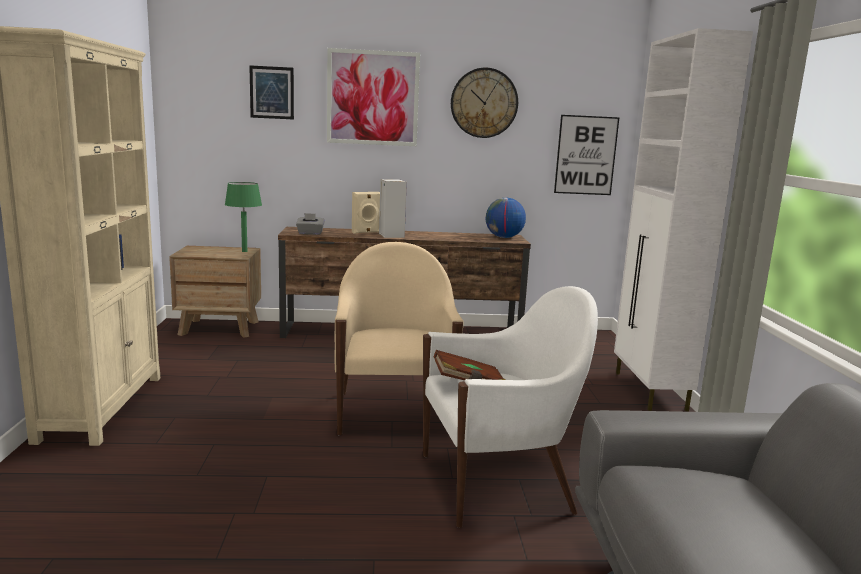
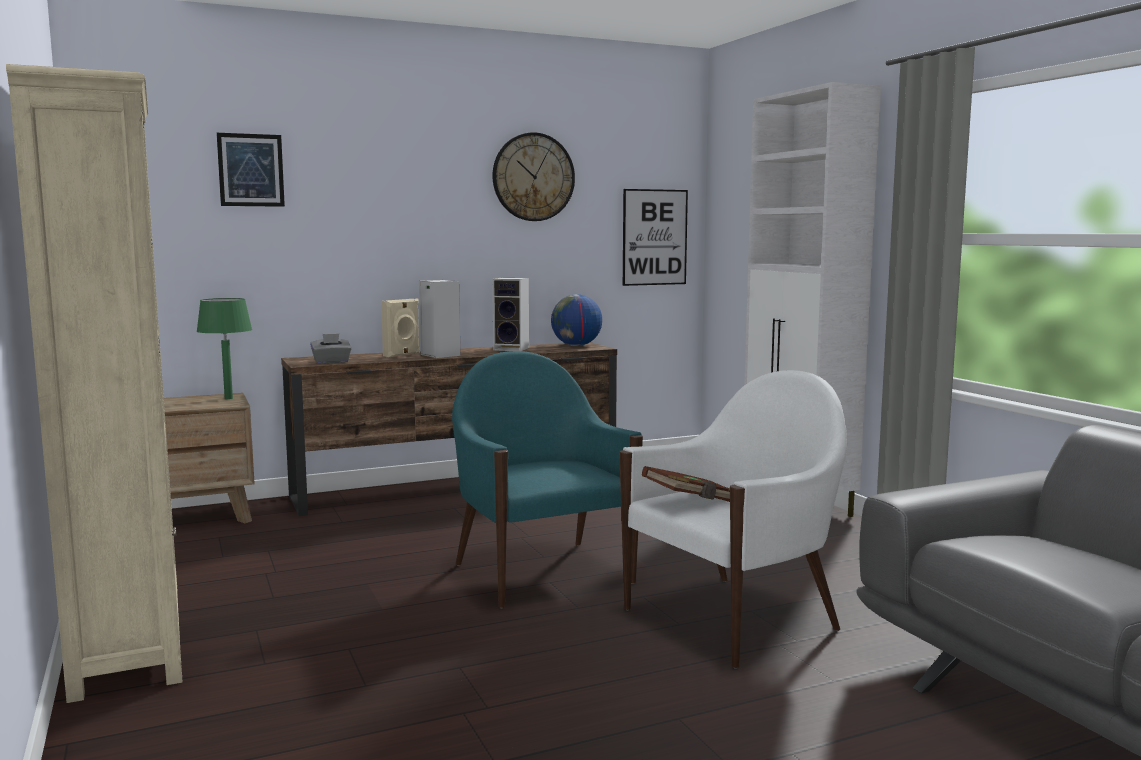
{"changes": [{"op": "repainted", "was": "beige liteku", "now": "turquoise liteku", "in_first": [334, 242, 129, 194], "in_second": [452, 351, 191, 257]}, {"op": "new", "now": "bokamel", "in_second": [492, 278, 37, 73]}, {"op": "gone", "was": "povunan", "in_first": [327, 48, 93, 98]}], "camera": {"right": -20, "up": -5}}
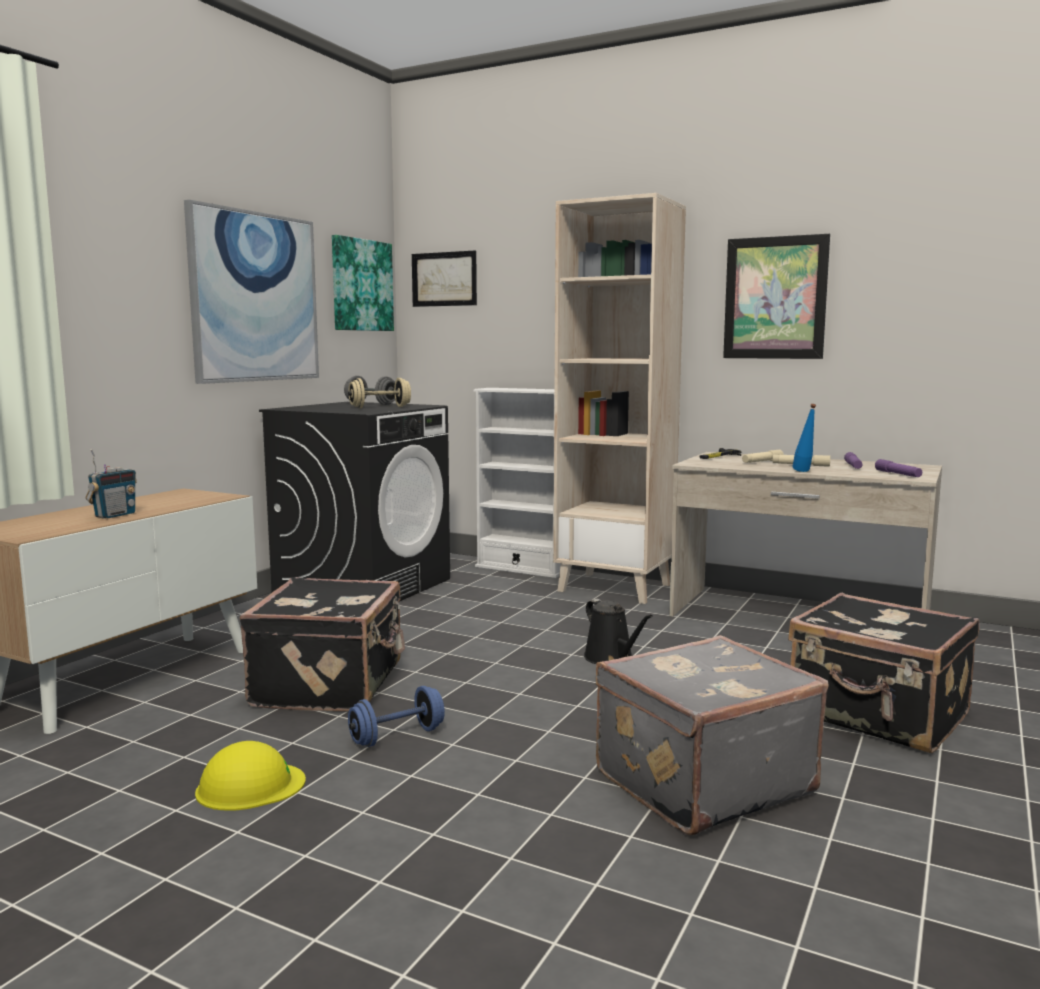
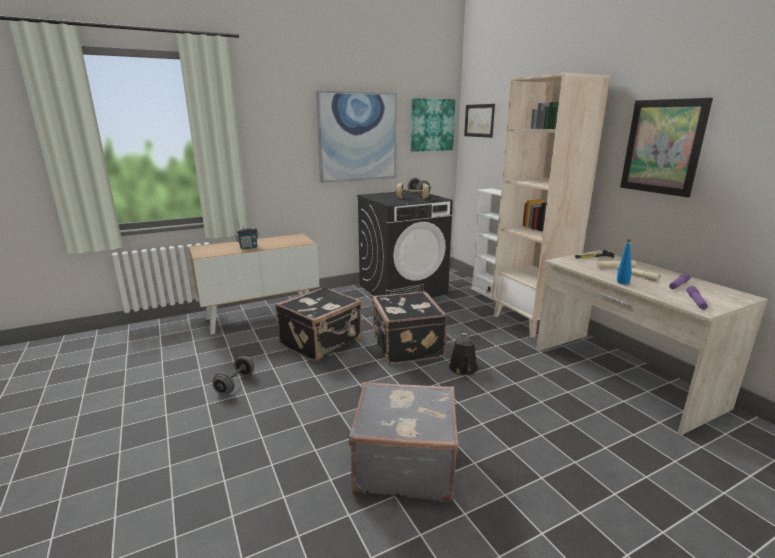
{"changes": [{"op": "swapped", "was": "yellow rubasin", "now": "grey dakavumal", "in_first": [195, 741, 111, 70], "in_second": [212, 356, 42, 39]}, {"op": "shifted", "was": "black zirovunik", "in_first": [788, 593, 191, 160], "in_second": [371, 291, 76, 73]}, {"op": "gone", "was": "blue dakavumal", "in_first": [348, 686, 97, 61]}], "camera": {"right": 35, "up": 10}}
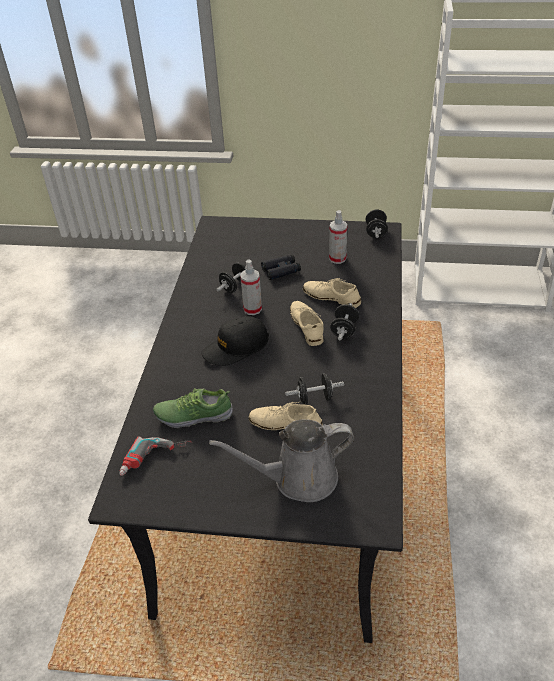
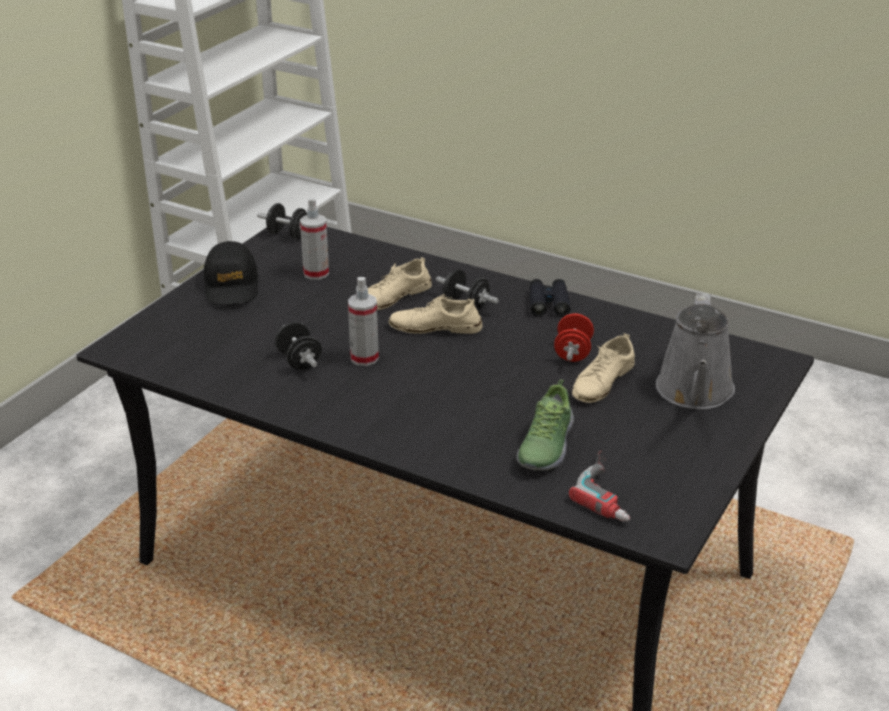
{"changes": [{"op": "shifted", "was": "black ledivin", "in_first": [201, 316, 68, 50], "in_second": [204, 241, 54, 64]}, {"op": "shifted", "was": "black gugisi", "in_first": [261, 254, 40, 26], "in_second": [529, 279, 41, 38]}, {"op": "repainted", "was": "black dakavumal", "now": "red dakavumal", "in_first": [285, 374, 59, 31], "in_second": [554, 314, 40, 48]}], "camera": {"right": -70, "up": -10}}
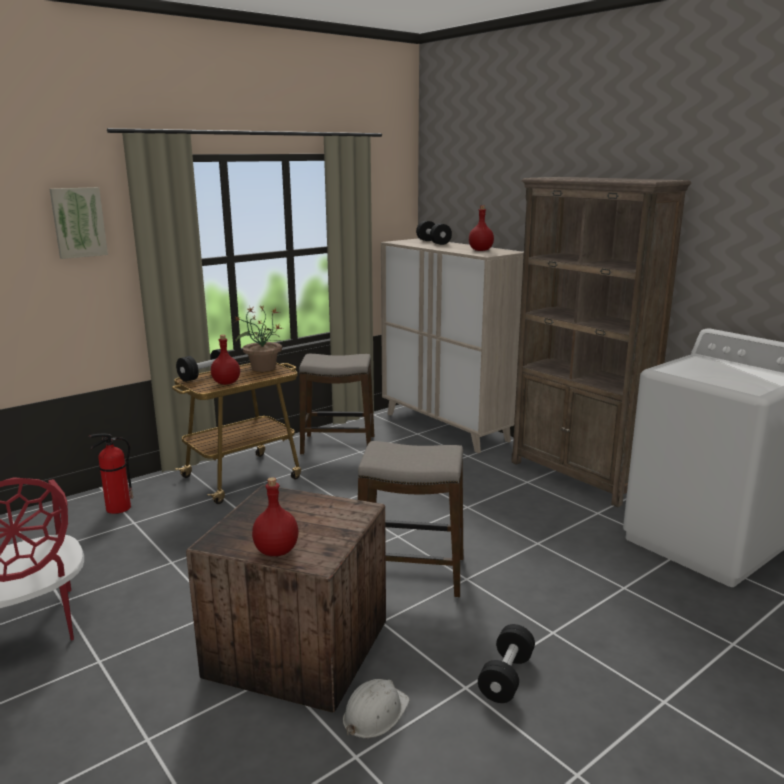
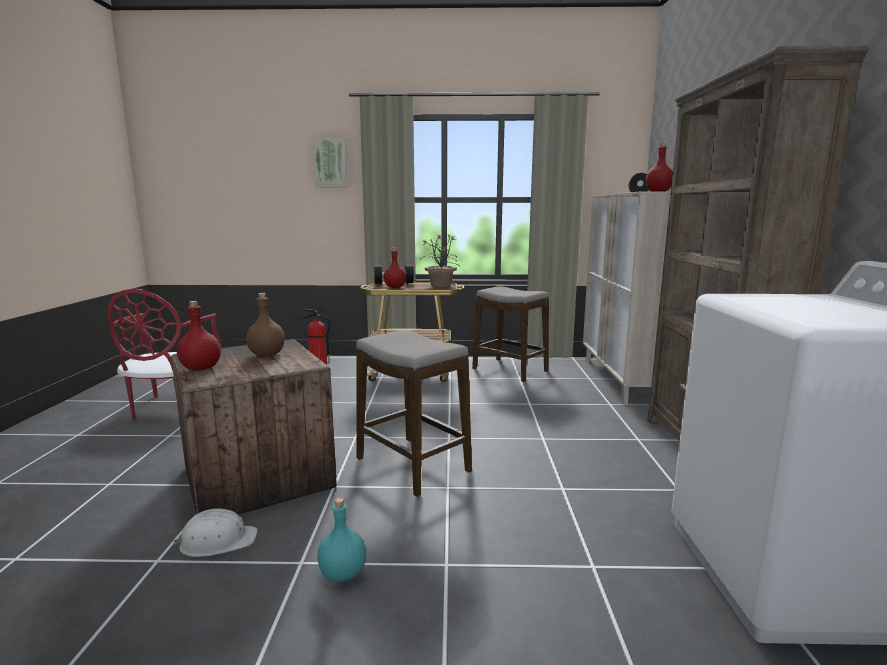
{"changes": [{"op": "new", "now": "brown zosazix", "in_second": [246, 293, 39, 63]}, {"op": "swapped", "was": "black dakavumal", "now": "turquoise zosazix", "in_first": [478, 624, 57, 79], "in_second": [317, 498, 49, 84]}], "camera": {"right": 40, "up": -5}}
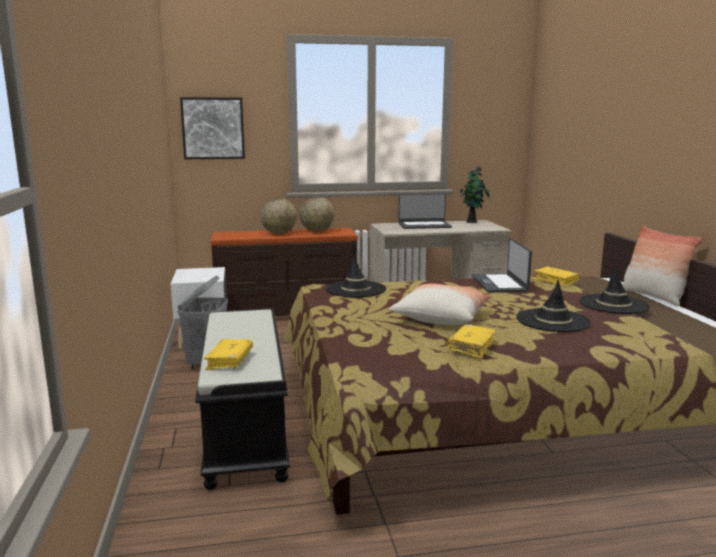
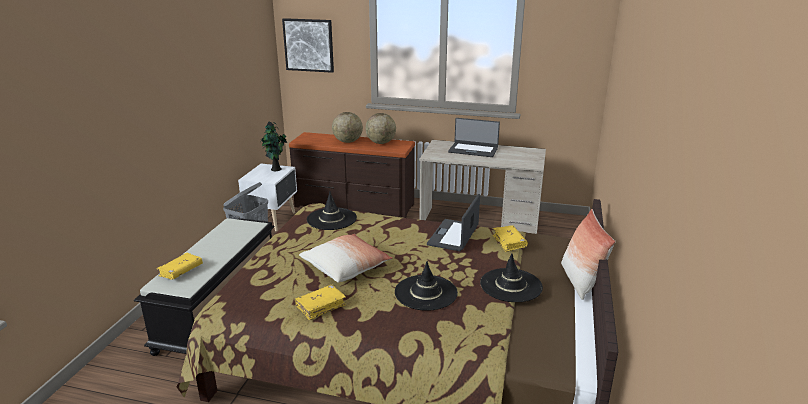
{"changes": [{"op": "shifted", "was": "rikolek", "in_first": [460, 167, 30, 56], "in_second": [261, 121, 26, 50]}], "camera": {"right": 25, "up": 10}}
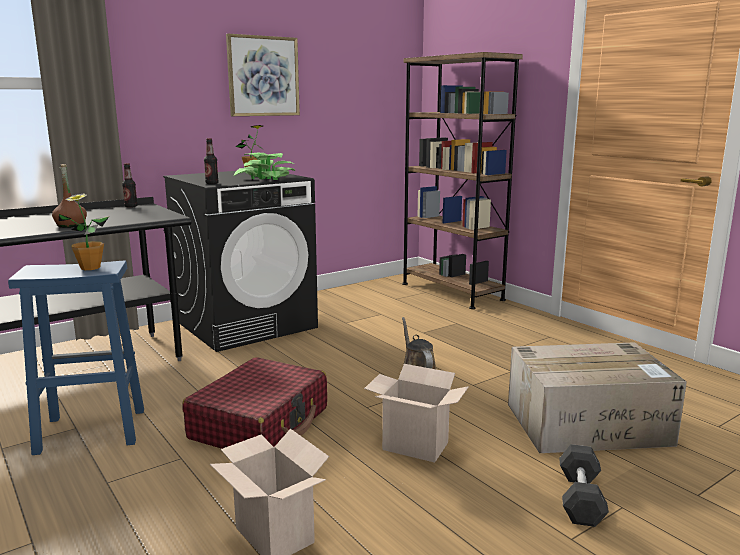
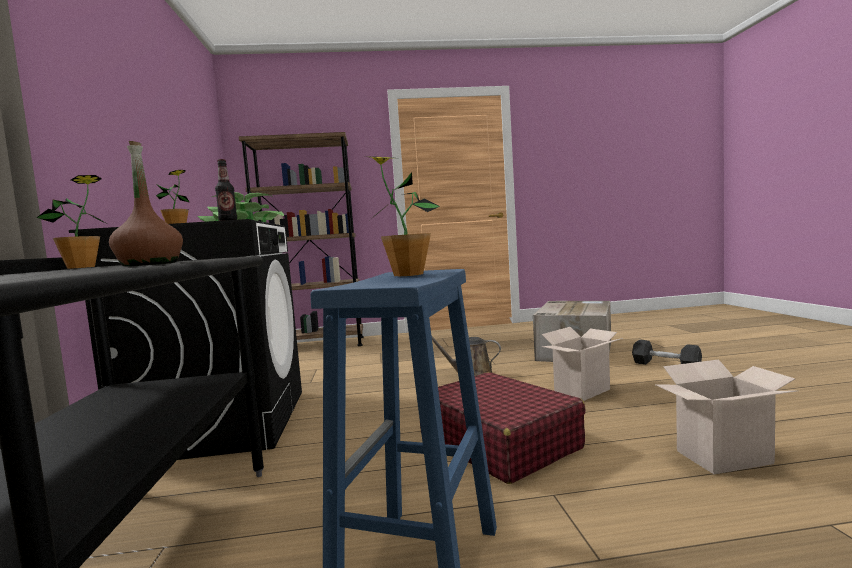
{"changes": [{"op": "swapped", "was": "zosazix", "now": "rikolek", "in_first": [122, 163, 16, 45], "in_second": [36, 175, 69, 94]}, {"op": "gone", "was": "povunan", "in_first": [226, 34, 74, 82]}], "camera": {"right": -60, "up": -10}}
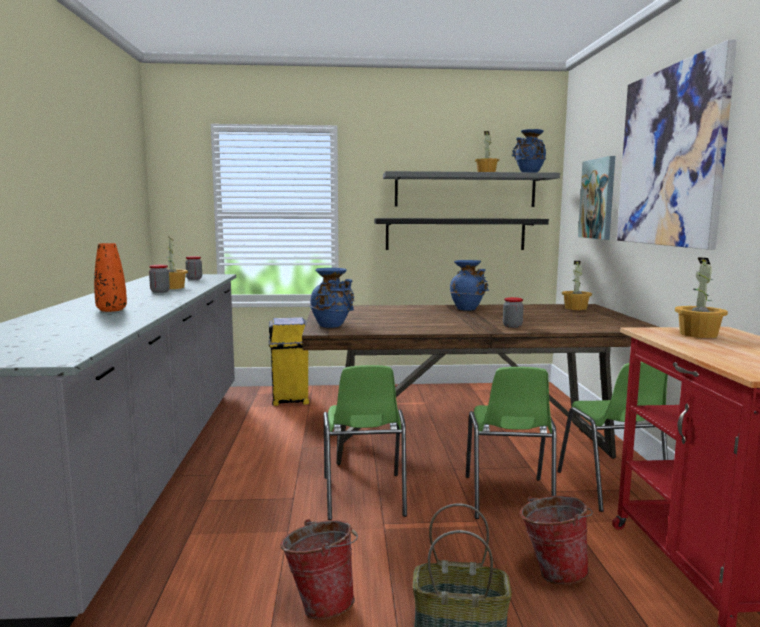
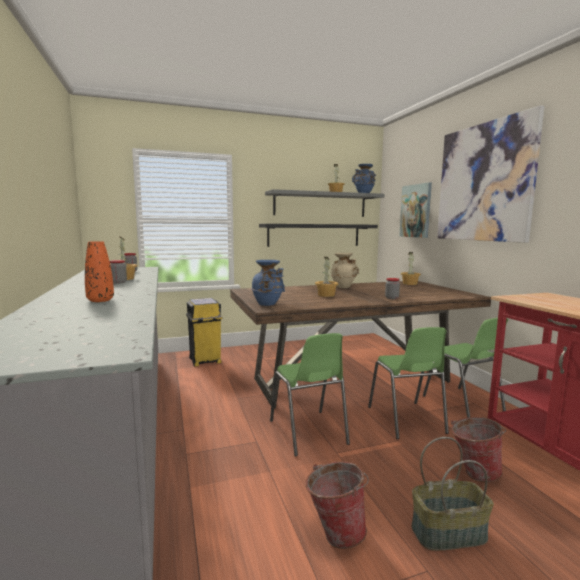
{"changes": [{"op": "shifted", "was": "rikolek", "in_first": [675, 257, 53, 81], "in_second": [315, 257, 23, 40]}, {"op": "repainted", "was": "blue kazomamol", "now": "beige kazomamol", "in_first": [449, 260, 40, 51], "in_second": [331, 253, 29, 35]}], "camera": {"right": -15, "up": 0}}
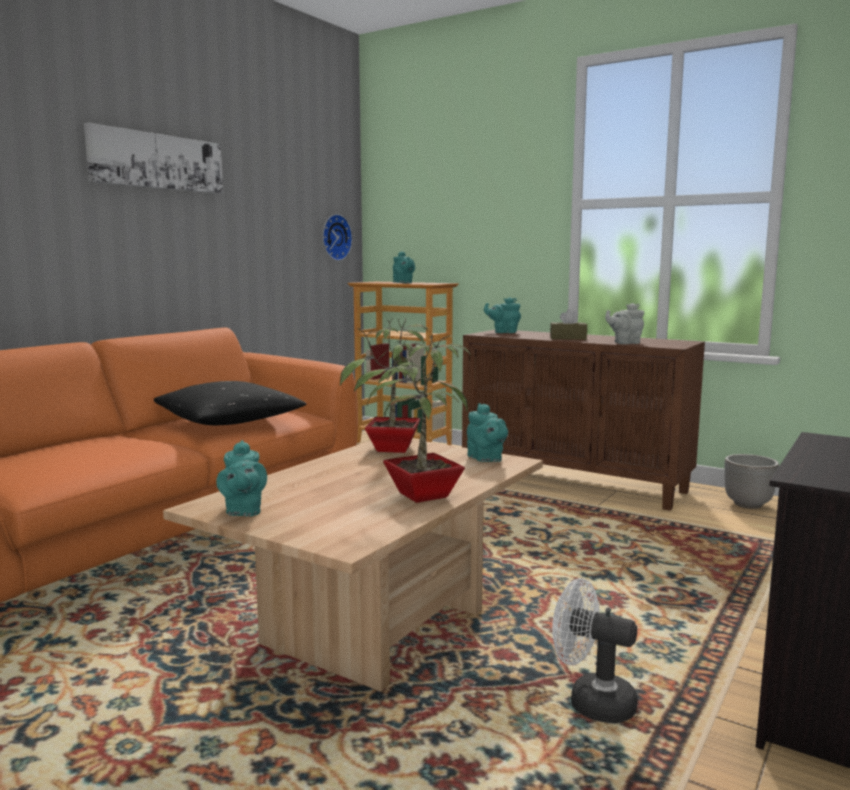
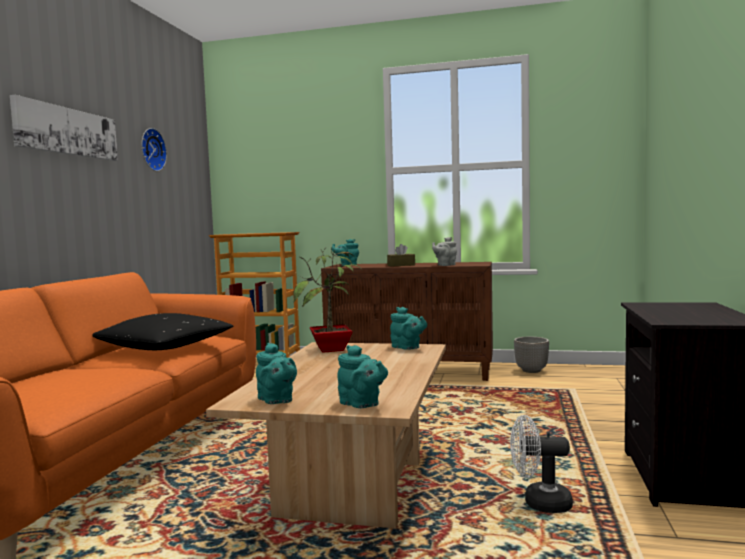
{"changes": [{"op": "shifted", "was": "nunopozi", "in_first": [323, 214, 30, 47], "in_second": [141, 128, 26, 43]}, {"op": "shifted", "was": "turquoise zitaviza", "in_first": [393, 251, 22, 32], "in_second": [337, 345, 51, 63]}, {"op": "gone", "was": "rikolek", "in_first": [367, 334, 104, 169]}], "camera": {"right": -20, "up": -5}}
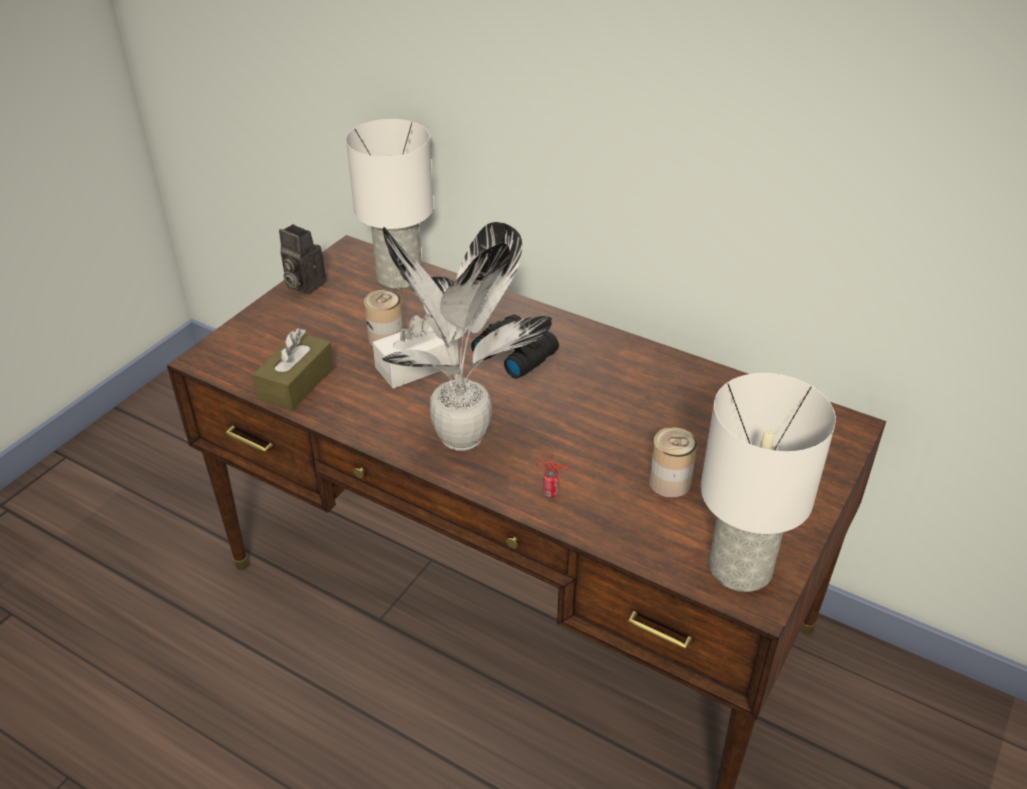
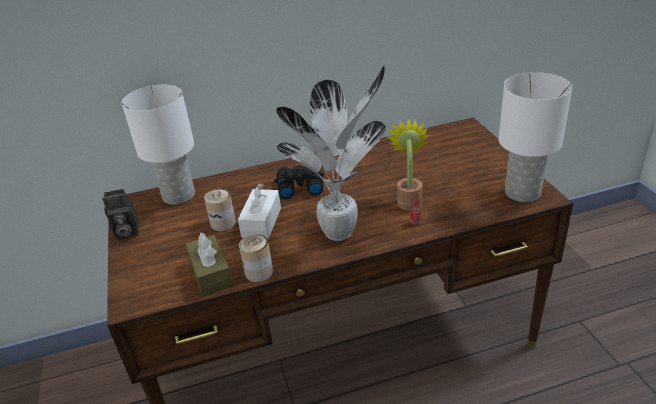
{"changes": [{"op": "shifted", "was": "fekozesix", "in_first": [649, 427, 48, 71], "in_second": [239, 234, 34, 48]}, {"op": "new", "now": "rikolek", "in_second": [388, 118, 41, 93]}], "camera": {"right": -45, "up": -5}}
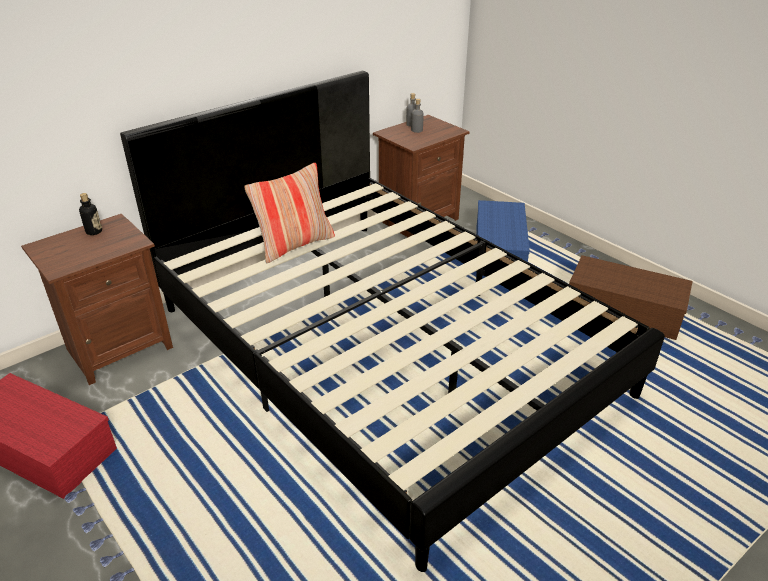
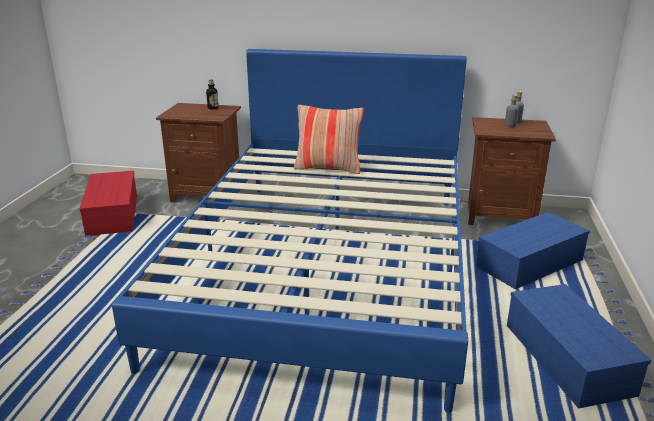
{"changes": [{"op": "repainted", "was": "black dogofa", "now": "blue dogofa", "in_first": [120, 71, 545, 501], "in_second": [112, 49, 356, 364]}, {"op": "repainted", "was": "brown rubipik", "now": "blue rubipik", "in_first": [569, 255, 124, 85], "in_second": [507, 284, 144, 125]}], "camera": {"right": 50, "up": -10}}
